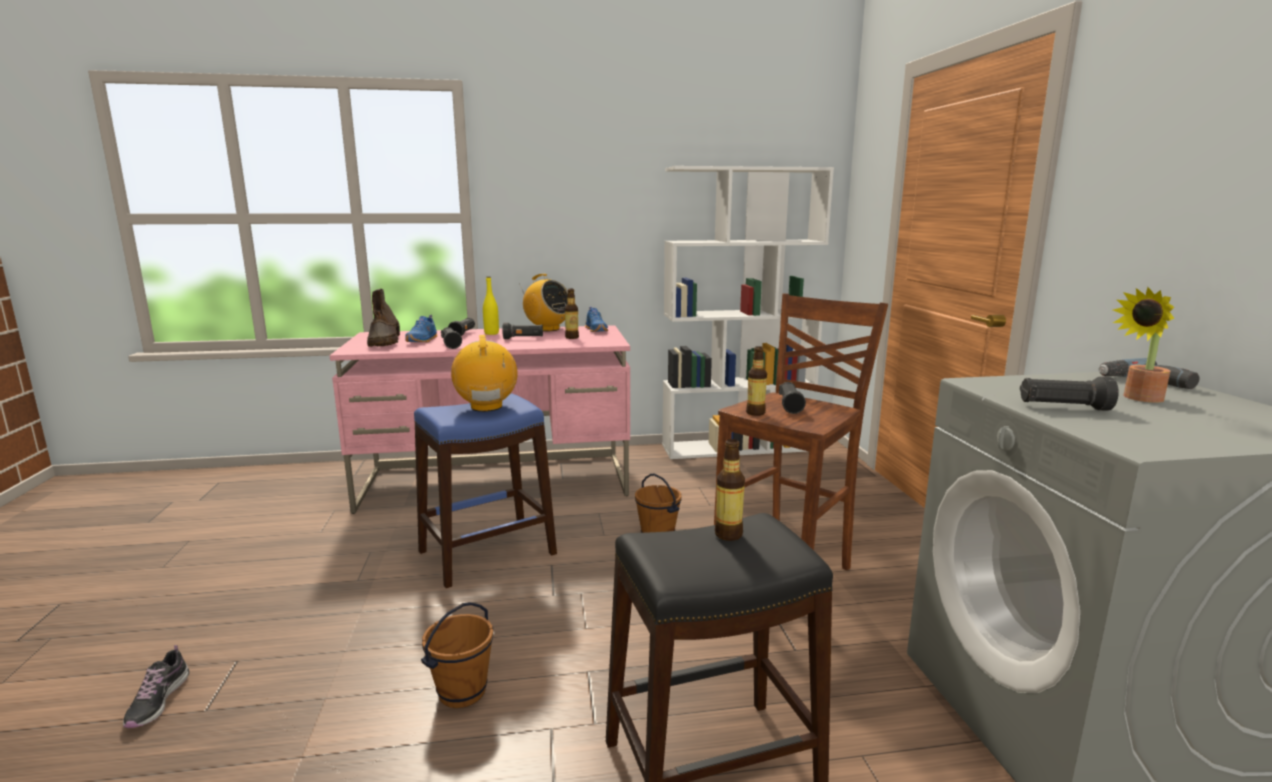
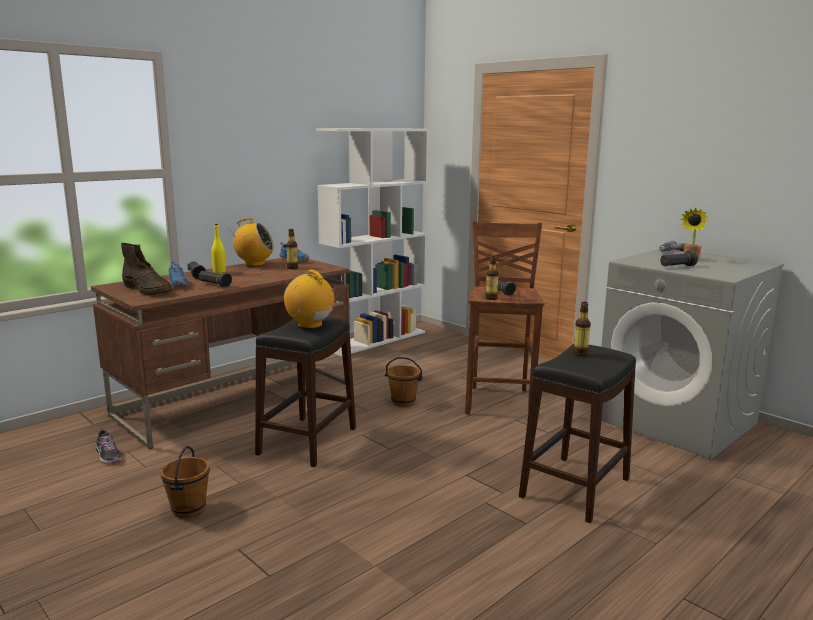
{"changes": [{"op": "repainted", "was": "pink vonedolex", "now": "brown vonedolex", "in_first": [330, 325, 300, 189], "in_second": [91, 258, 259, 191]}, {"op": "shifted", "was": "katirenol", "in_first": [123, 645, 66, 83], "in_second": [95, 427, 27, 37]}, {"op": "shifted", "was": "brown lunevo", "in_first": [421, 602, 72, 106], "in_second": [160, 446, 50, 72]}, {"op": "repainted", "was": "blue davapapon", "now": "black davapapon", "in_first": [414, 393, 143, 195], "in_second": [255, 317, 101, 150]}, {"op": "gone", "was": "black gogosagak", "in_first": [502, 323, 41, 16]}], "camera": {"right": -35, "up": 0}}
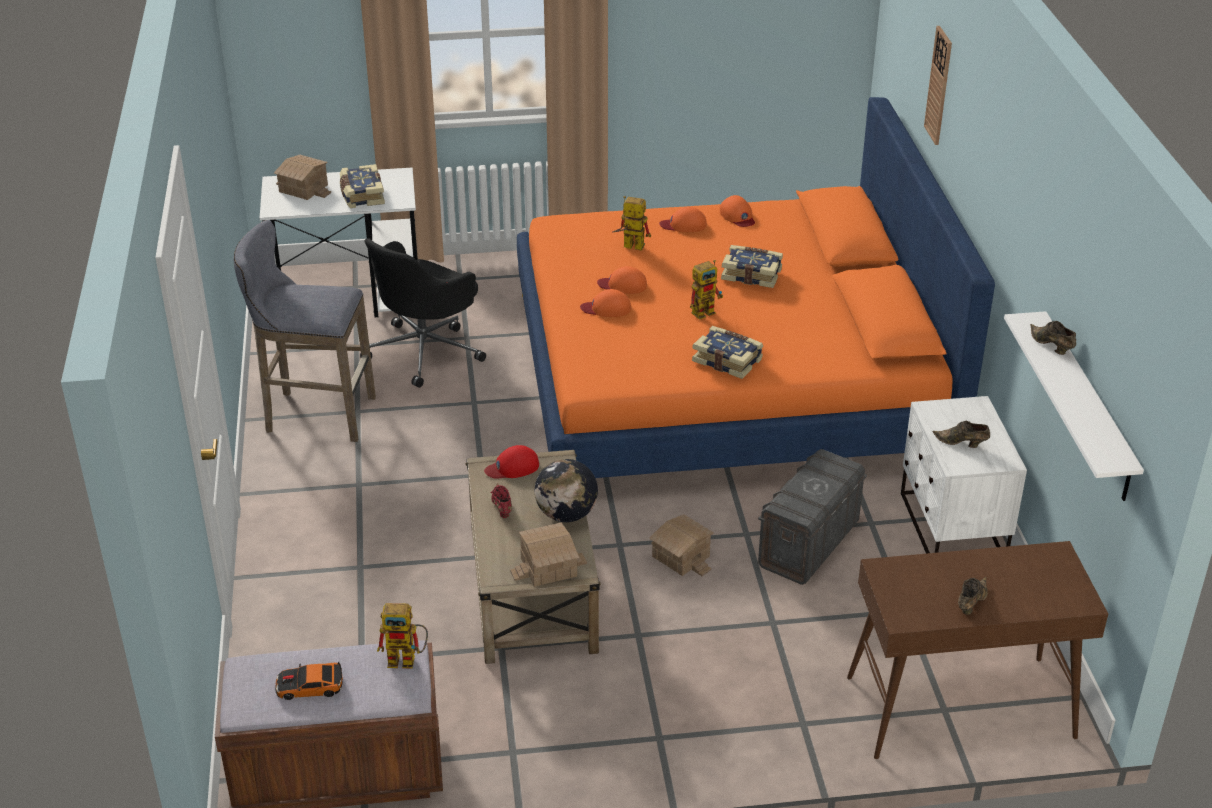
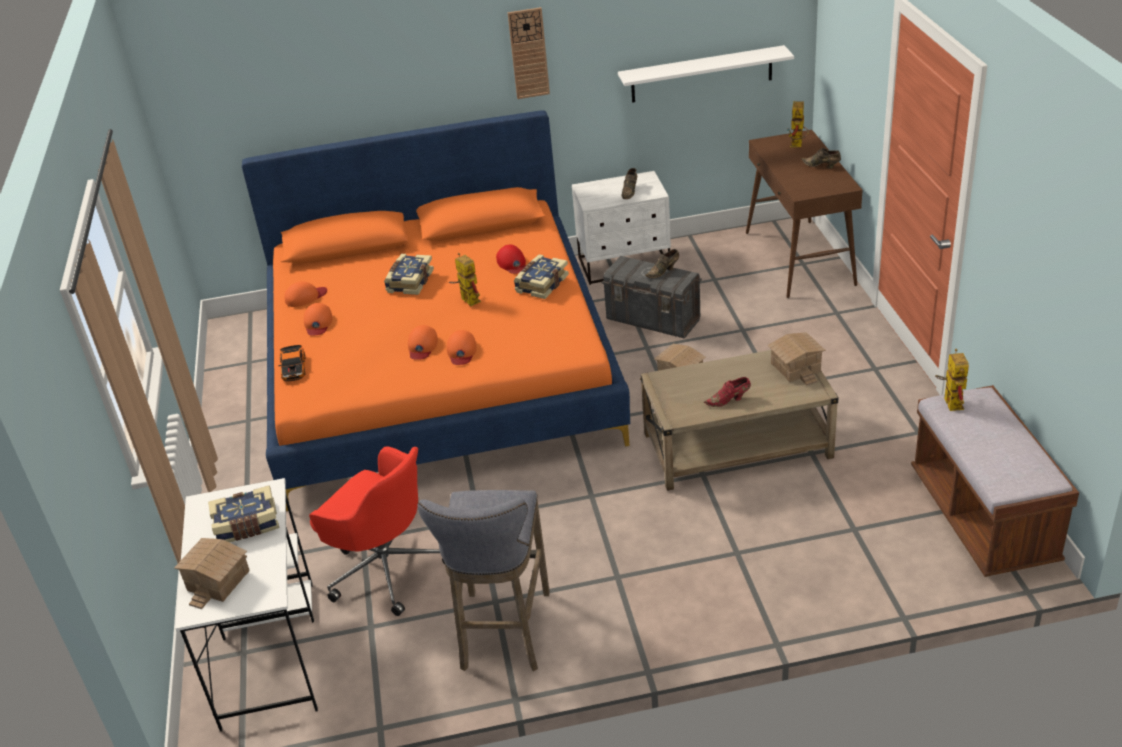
{"changes": [{"op": "shifted", "was": "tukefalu", "in_first": [275, 662, 68, 38], "in_second": [278, 345, 28, 36]}, {"op": "repainted", "was": "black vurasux", "now": "red vurasux", "in_first": [360, 238, 126, 150], "in_second": [309, 446, 136, 170]}, {"op": "shifted", "was": "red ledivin", "in_first": [484, 445, 55, 34], "in_second": [496, 245, 30, 29]}, {"op": "shifted", "was": "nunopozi", "in_first": [924, 26, 28, 119], "in_second": [508, 7, 42, 92]}, {"op": "shifted", "was": "brown katirenol", "in_first": [1030, 321, 46, 34], "in_second": [645, 249, 34, 29]}, {"op": "shifted", "was": "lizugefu", "in_first": [612, 196, 39, 55], "in_second": [788, 101, 21, 46]}, {"op": "gone", "was": "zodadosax", "in_first": [535, 459, 63, 63]}], "camera": {"right": -90, "up": 0}}
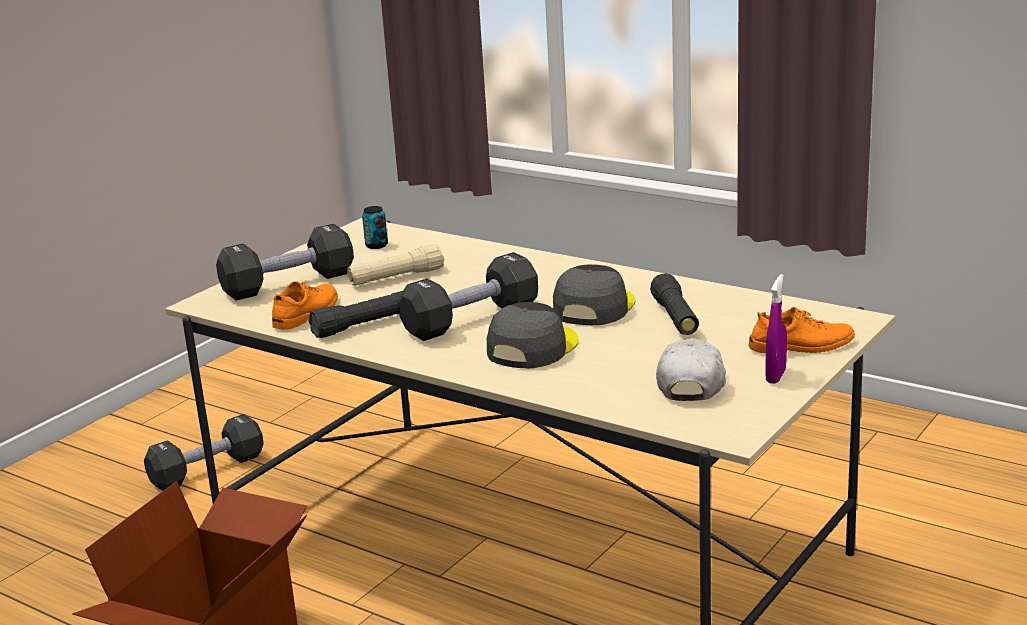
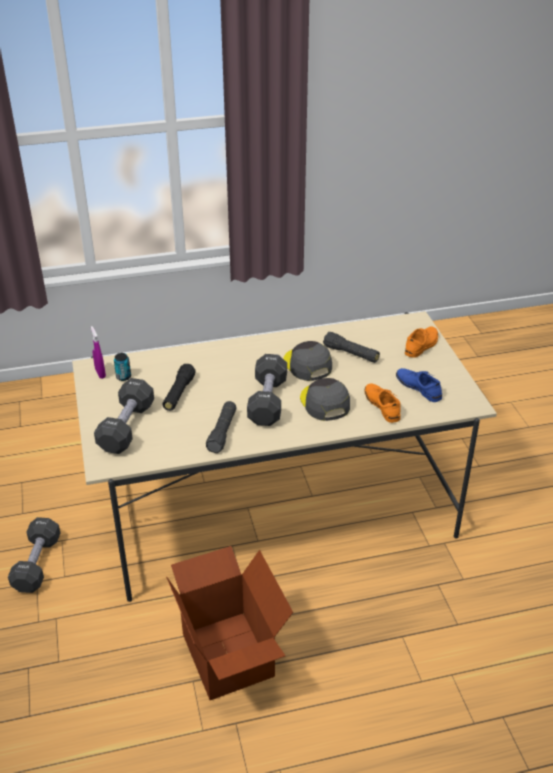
{"changes": [{"op": "shifted", "was": "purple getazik", "in_first": [765, 274, 22, 110], "in_second": [91, 326, 15, 53]}, {"op": "repainted", "was": "beige gogosagak", "now": "black gogosagak", "in_first": [347, 244, 97, 42], "in_second": [163, 364, 32, 47]}, {"op": "shifted", "was": "orange katirenol", "in_first": [272, 281, 66, 48], "in_second": [364, 383, 37, 40]}, {"op": "swapped", "was": "white ledivin", "now": "blue katirenol", "in_first": [656, 338, 70, 63], "in_second": [396, 368, 46, 34]}], "camera": {"right": -50, "up": 15}}
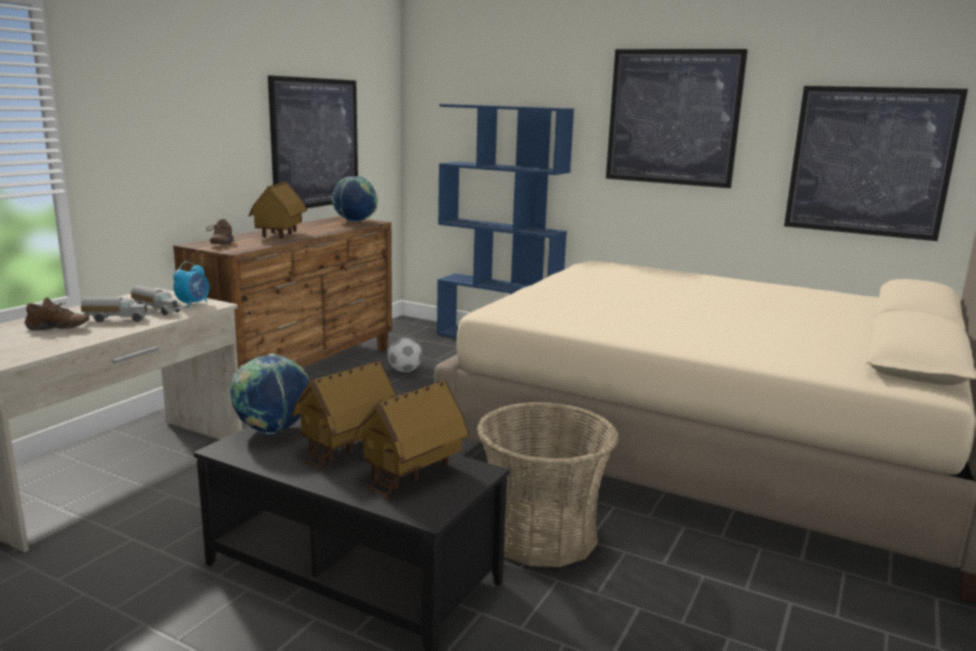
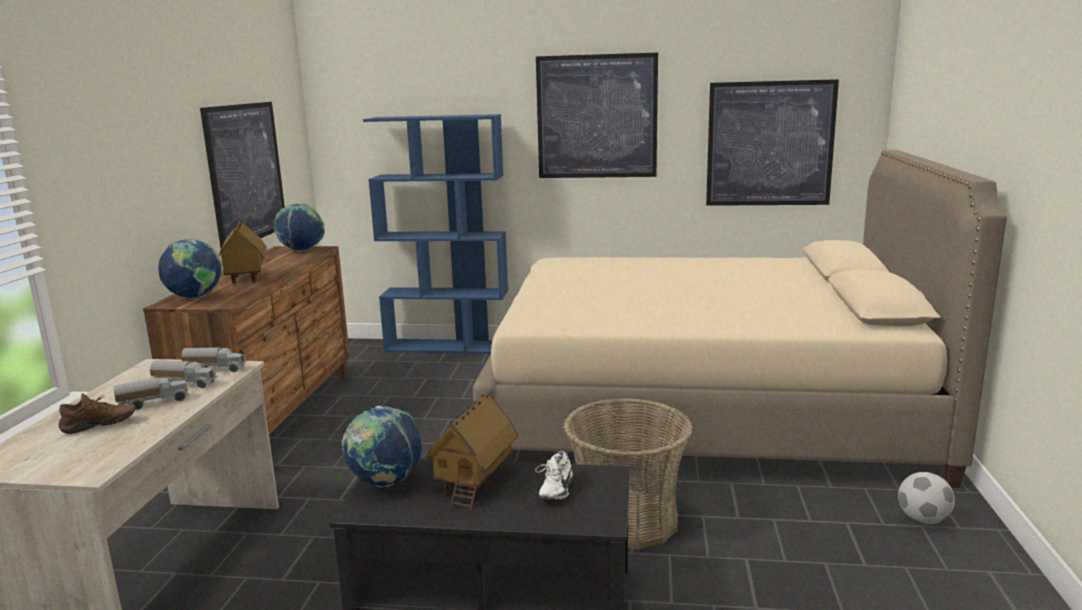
{"changes": [{"op": "swapped", "was": "brown katirenol", "now": "zodadosax", "in_first": [206, 219, 28, 26], "in_second": [158, 239, 64, 60]}, {"op": "swapped", "was": "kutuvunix", "now": "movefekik", "in_first": [173, 261, 36, 47], "in_second": [181, 347, 66, 25]}, {"op": "swapped", "was": "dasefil", "now": "white katirenol", "in_first": [354, 380, 115, 120], "in_second": [535, 451, 38, 49]}, {"op": "shifted", "was": "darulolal", "in_first": [388, 338, 34, 34], "in_second": [898, 472, 57, 52]}], "camera": {"right": -20, "up": 0}}
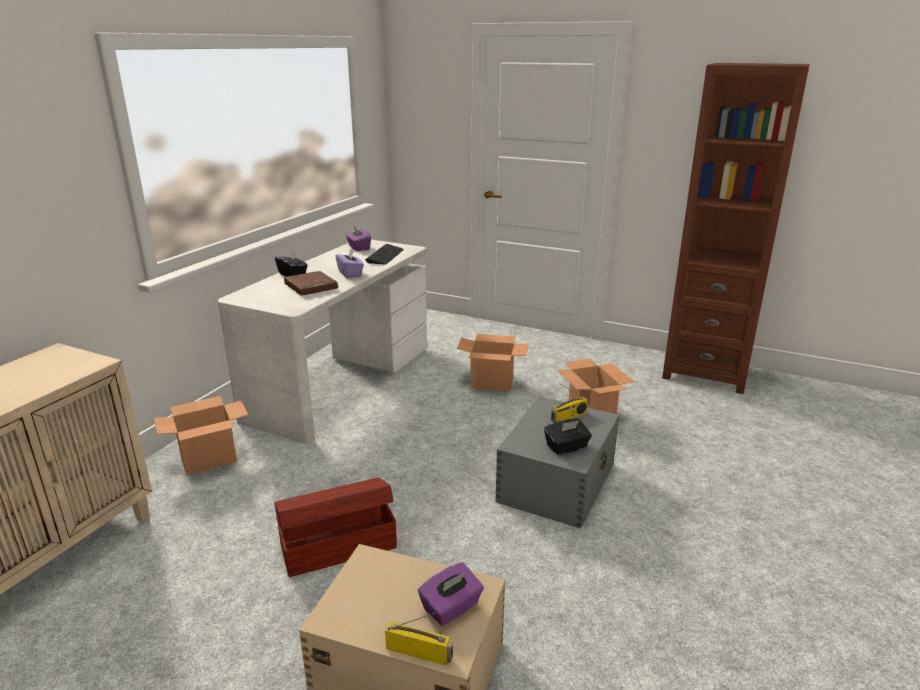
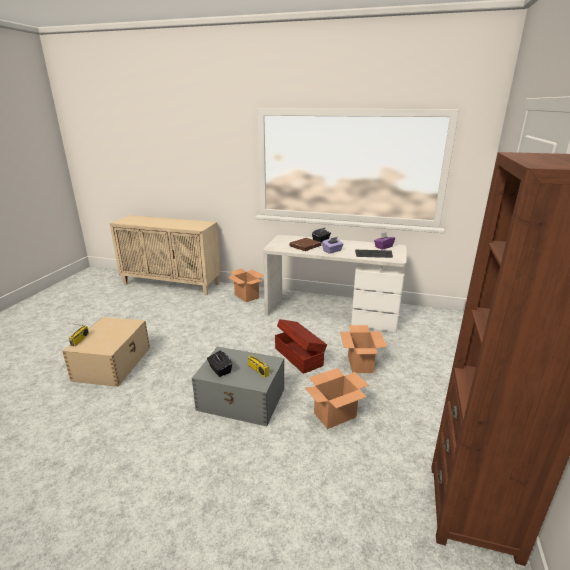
{"changes": [{"op": "shifted", "was": "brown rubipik", "in_first": [275, 477, 122, 100], "in_second": [275, 319, 52, 55]}, {"op": "gone", "was": "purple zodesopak", "in_first": [418, 562, 66, 64]}], "camera": {"right": 80, "up": 0}}
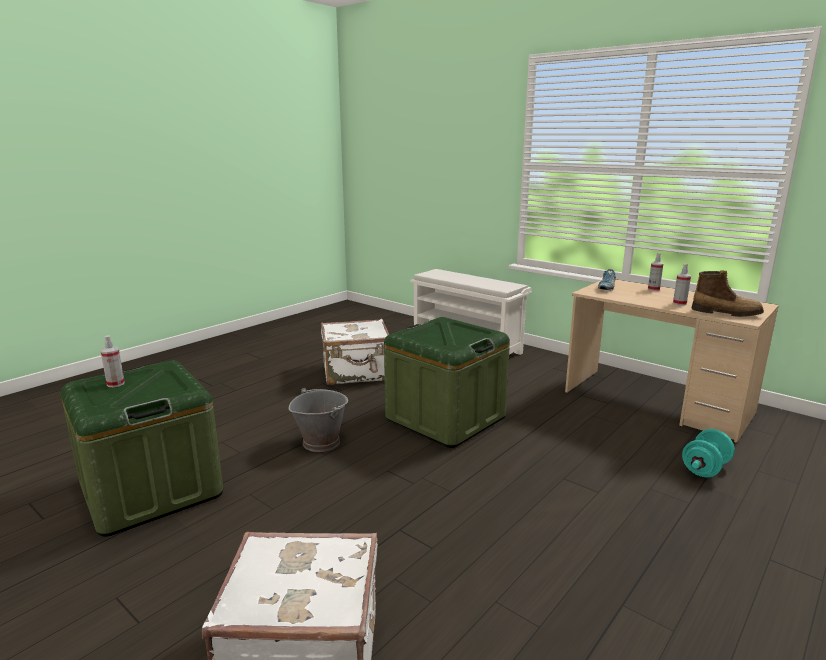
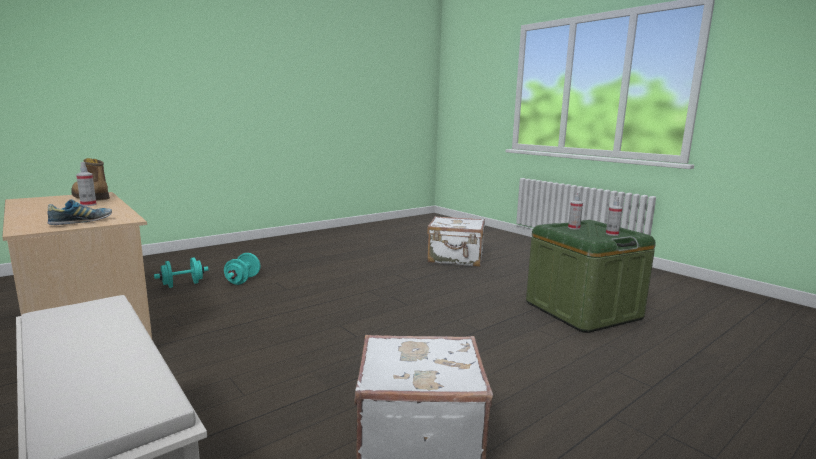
{"changes": [{"op": "new", "now": "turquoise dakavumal", "in_second": [224, 253, 36, 32]}, {"op": "shifted", "was": "getazik", "in_first": [648, 253, 16, 38], "in_second": [568, 192, 15, 38]}, {"op": "gone", "was": "grey lunevo", "in_first": [289, 388, 59, 64]}, {"op": "gone", "was": "green rubipik", "in_first": [384, 317, 126, 131]}], "camera": {"right": -170, "up": -5}}
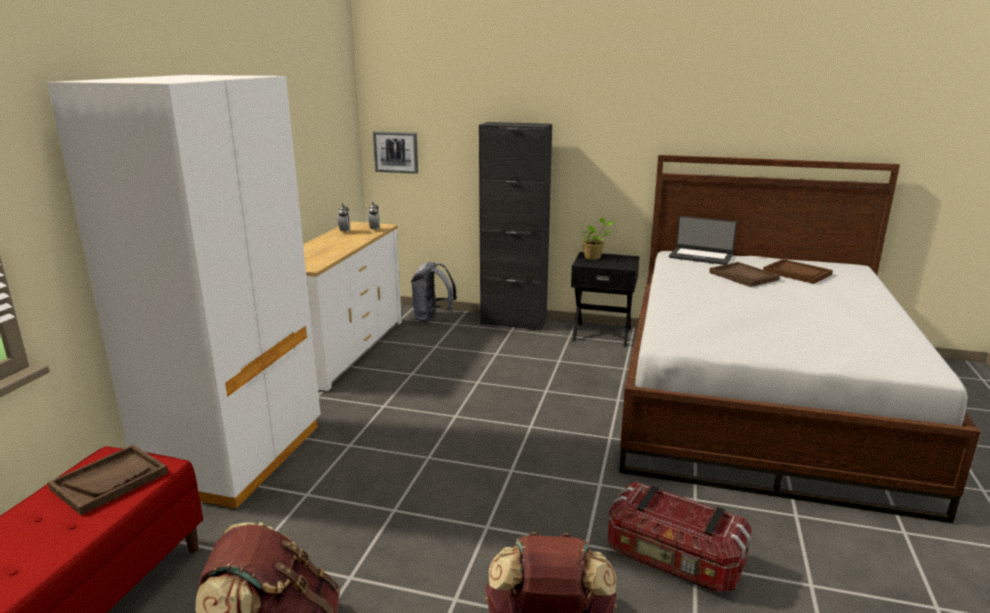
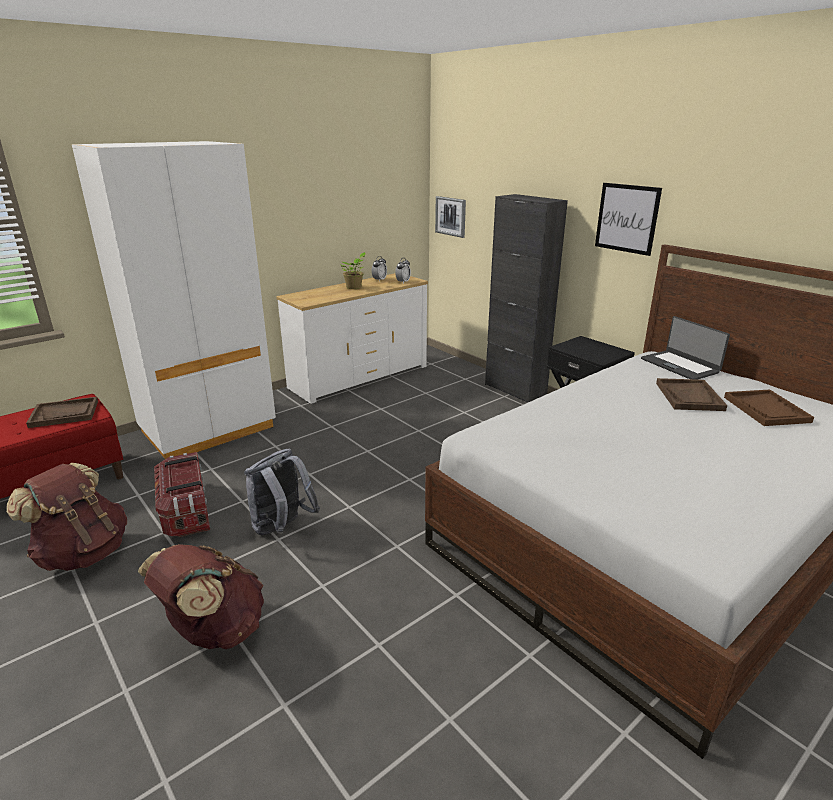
{"changes": [{"op": "shifted", "was": "rubipik", "in_first": [608, 481, 144, 111], "in_second": [154, 452, 56, 85]}, {"op": "shifted", "was": "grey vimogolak", "in_first": [411, 262, 46, 60], "in_second": [244, 449, 76, 86]}, {"op": "shifted", "was": "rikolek", "in_first": [582, 218, 32, 42], "in_second": [339, 252, 27, 37]}, {"op": "new", "now": "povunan", "in_second": [595, 183, 67, 73]}], "camera": {"right": 35, "up": 5}}
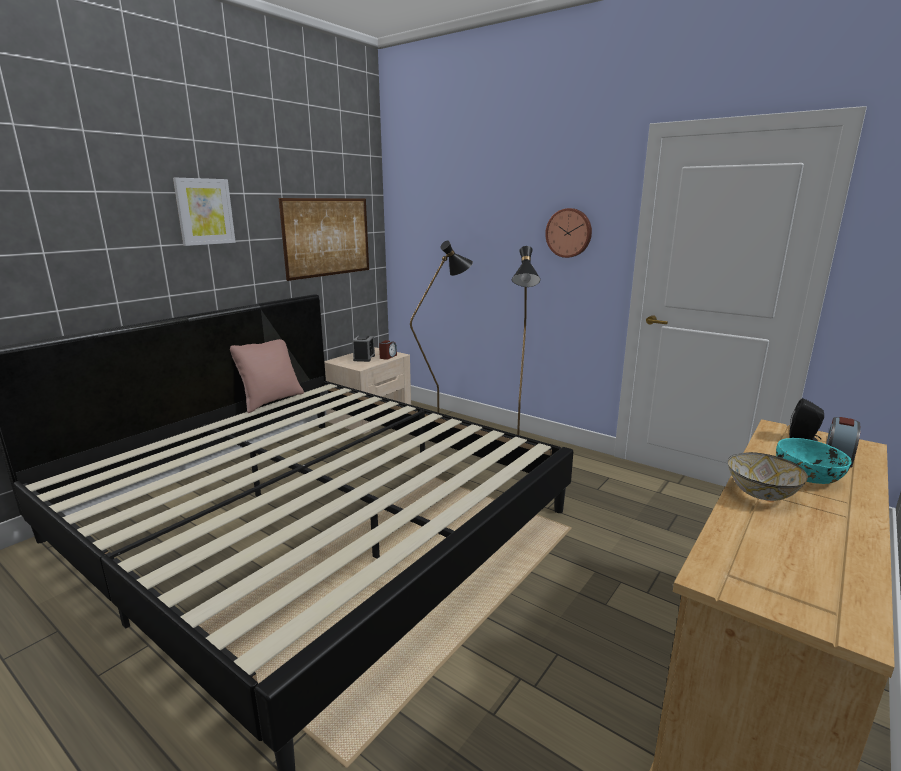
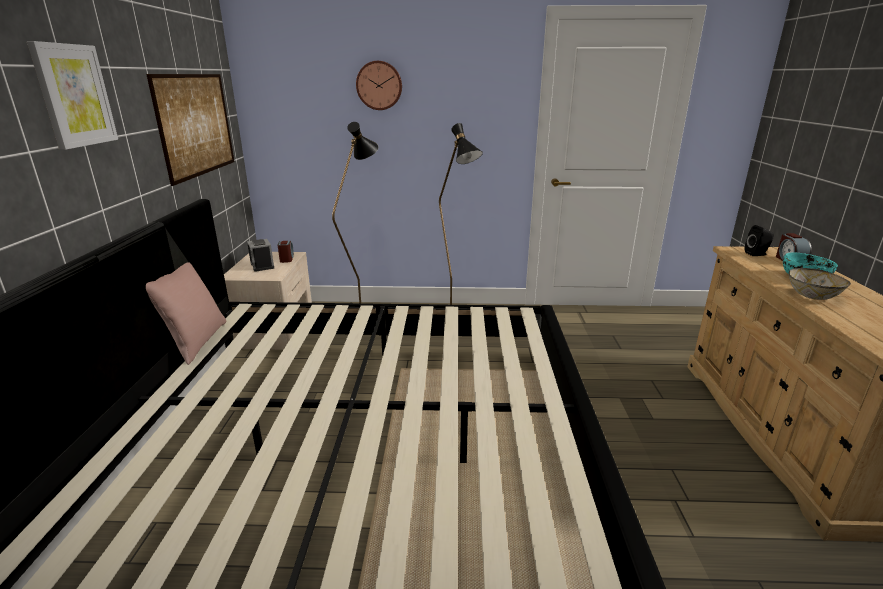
{"changes": [{"op": "shifted", "was": "nunopozi", "in_first": [545, 208, 47, 50], "in_second": [356, 61, 46, 49]}], "camera": {"right": -35, "up": 5}}
